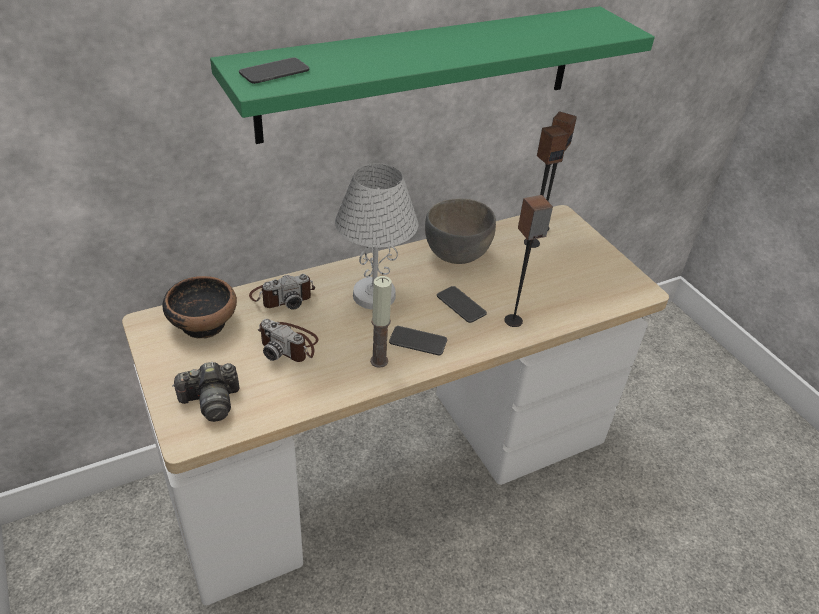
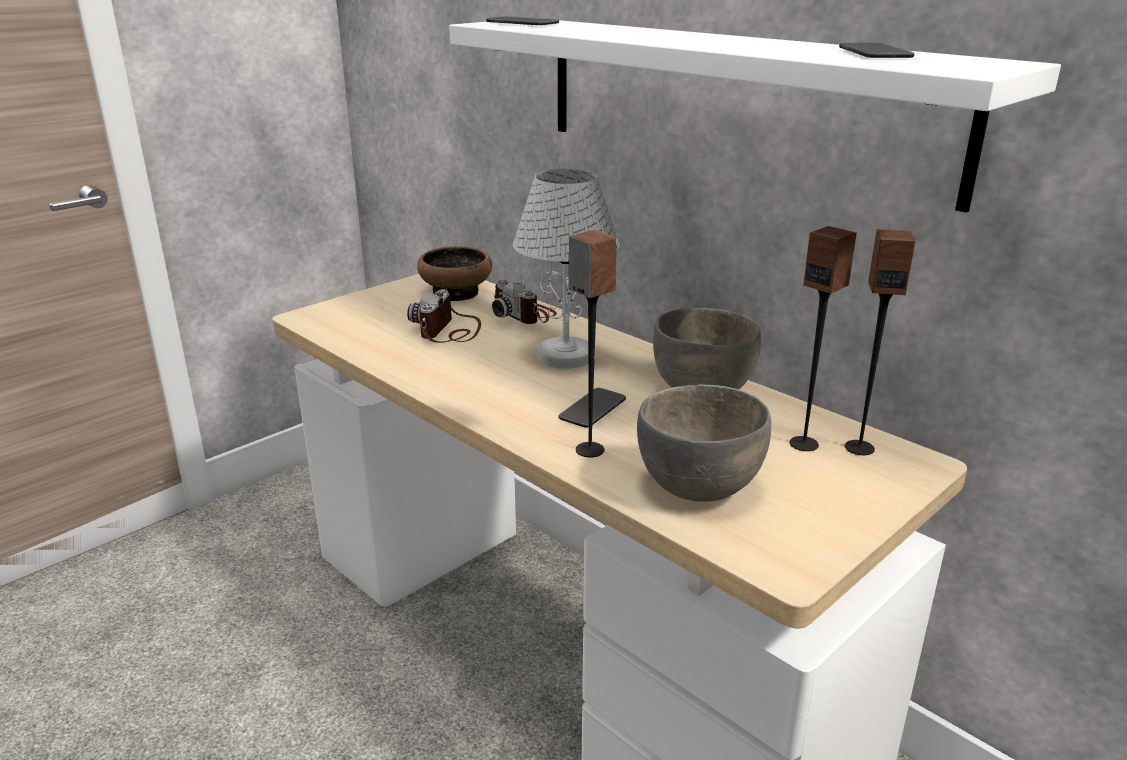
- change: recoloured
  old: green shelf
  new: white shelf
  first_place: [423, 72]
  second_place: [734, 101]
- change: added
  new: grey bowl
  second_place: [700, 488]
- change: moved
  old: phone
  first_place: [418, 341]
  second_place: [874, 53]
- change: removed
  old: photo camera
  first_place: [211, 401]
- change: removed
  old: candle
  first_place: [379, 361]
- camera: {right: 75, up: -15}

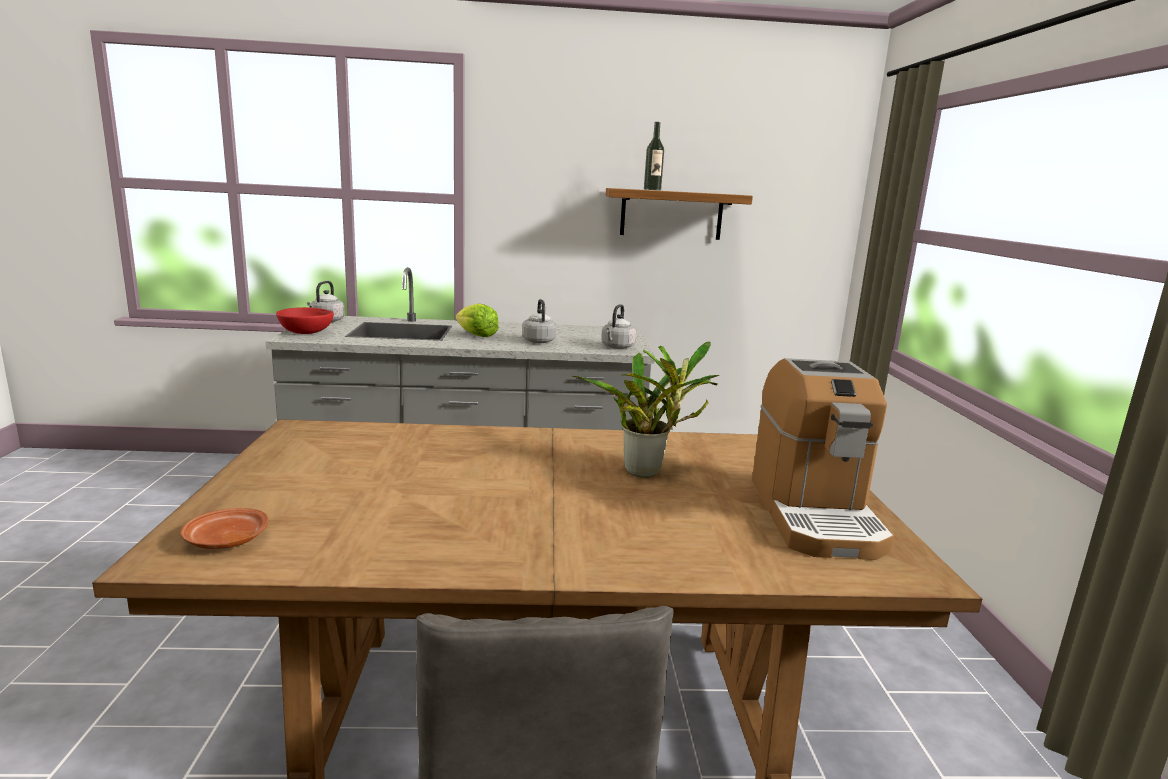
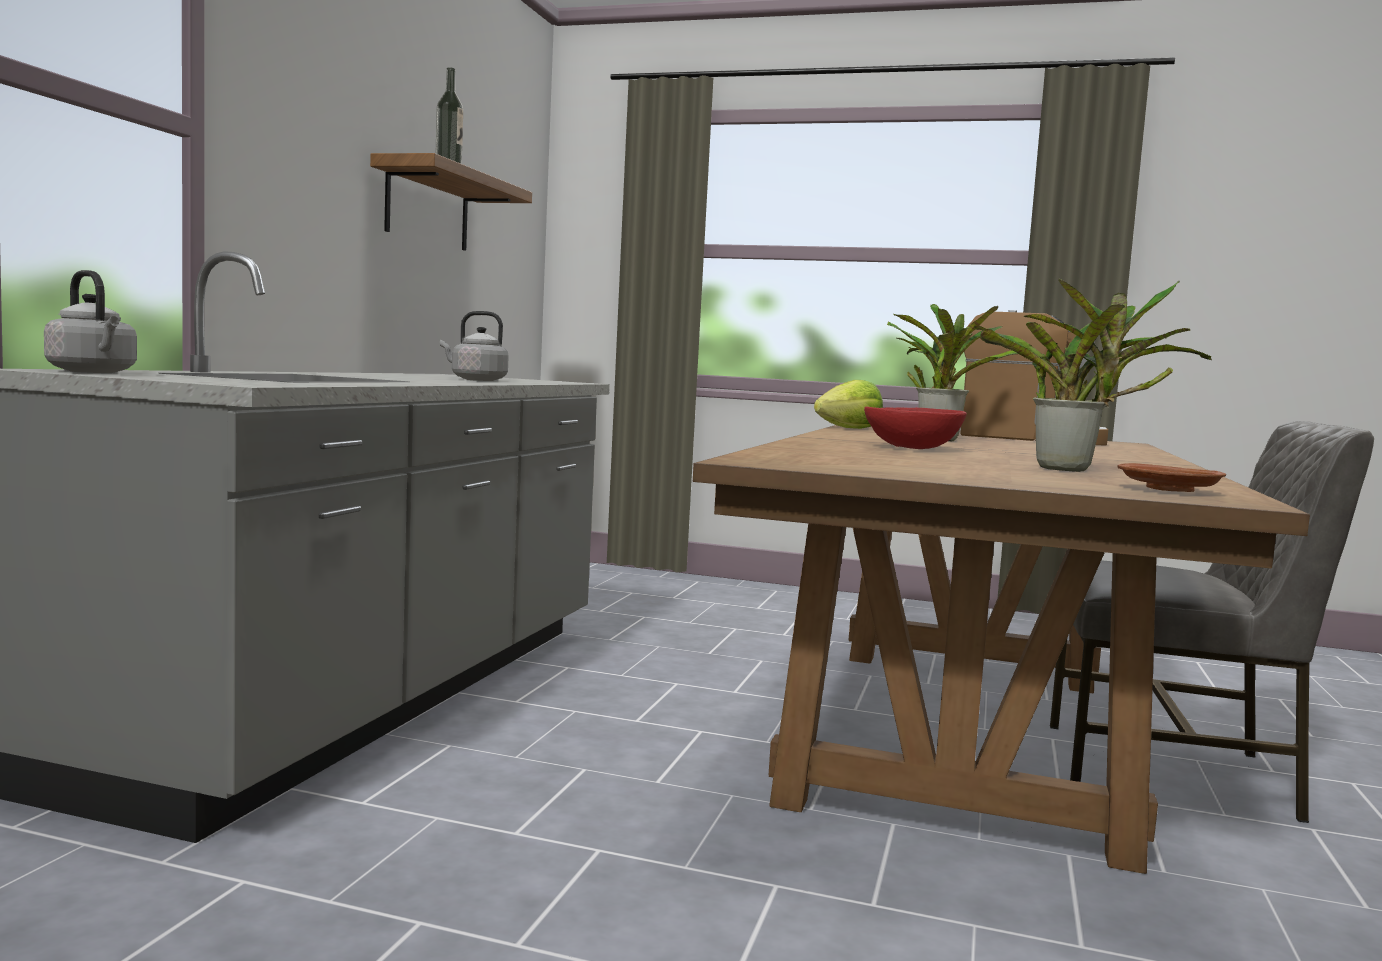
- change: moved
  old: lettuce
  first_place: [476, 335]
  second_place: [849, 428]
- change: moved
  old: red bowl
  first_place: [307, 332]
  second_place: [911, 448]
- change: added
  new: potted plant
  second_place: [1071, 470]
- change: removed
  old: grey kettle
  first_place: [617, 347]
- camera: {right: -70, up: -10}

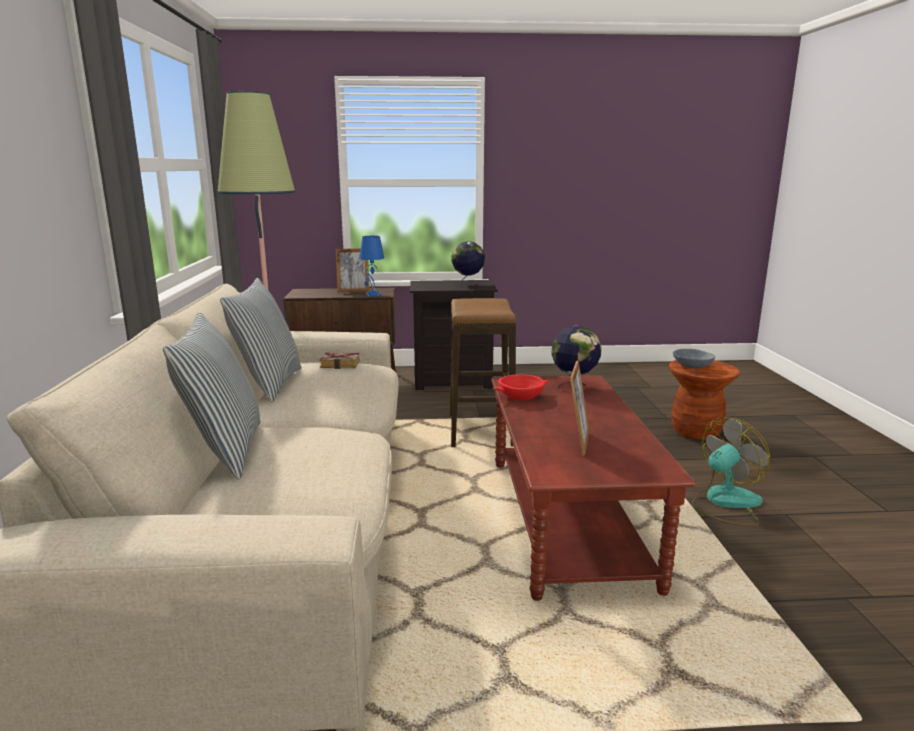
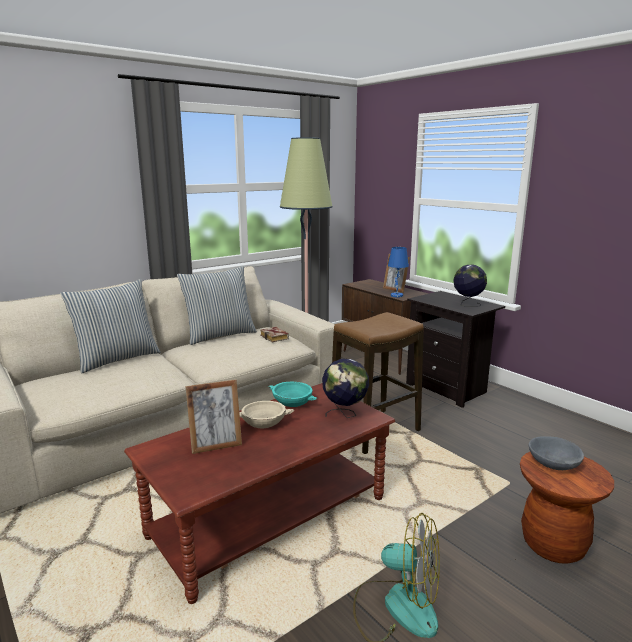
- change: added
  new: beige bowl
  second_place: [263, 423]
- change: recoloured
  old: red bowl
  new: turquoise bowl
  first_place: [520, 396]
  second_place: [293, 402]
- camera: {right: 55, up: 0}

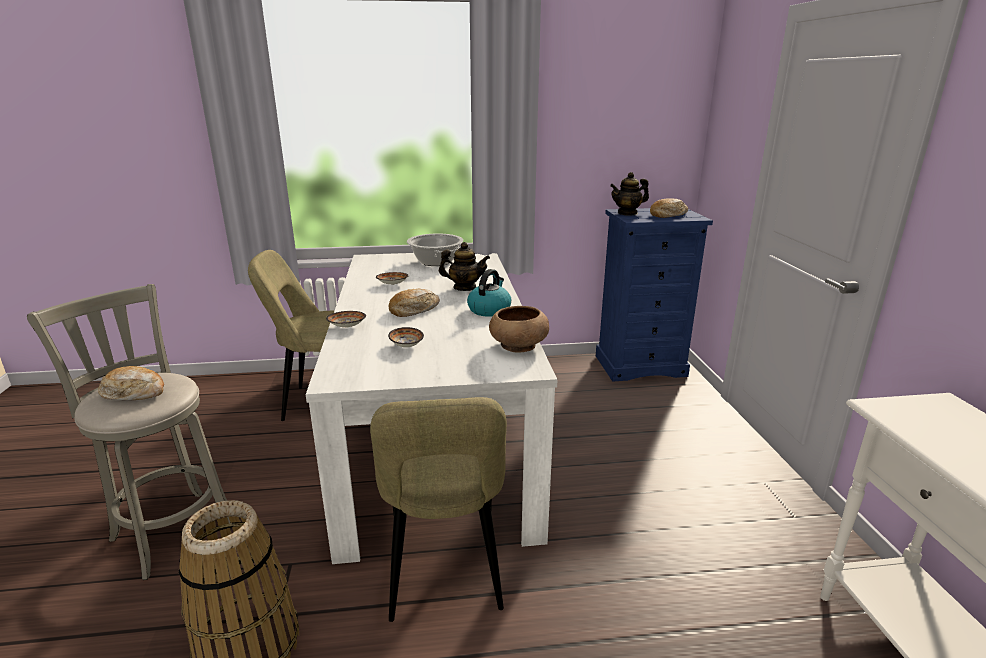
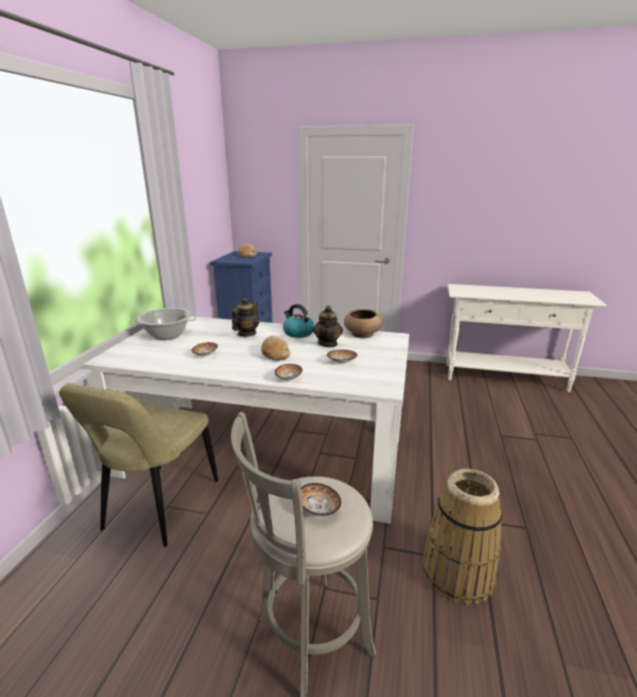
- change: replaced
  old: bread
  new: bowl
  first_place: [134, 393]
  second_place: [318, 508]
- change: moved
  old: teapot
  first_place: [627, 213]
  second_place: [328, 343]
- change: removed
  old: beige chair
  first_place: [444, 567]
- camera: {right: -70, up: 0}

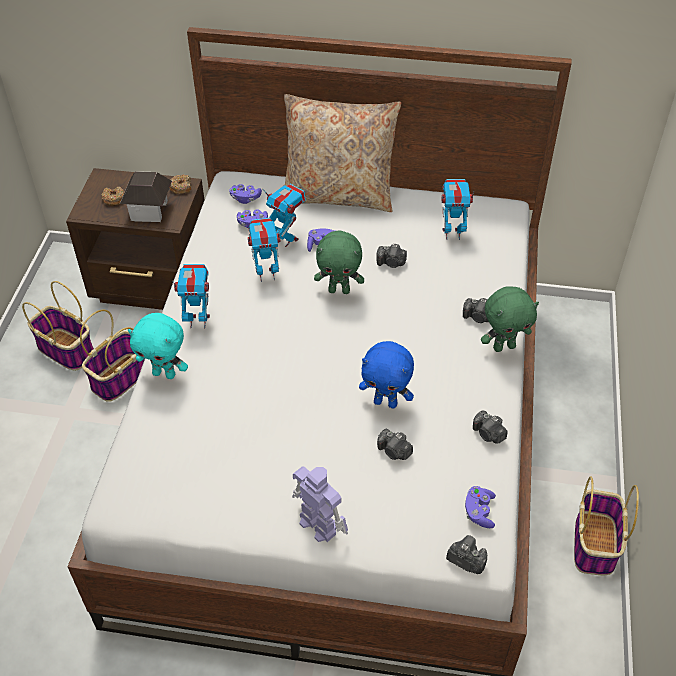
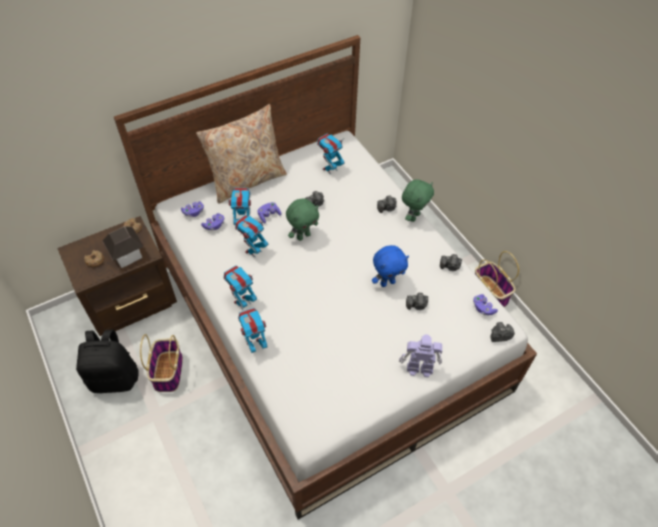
- change: replaced
  old: basket
  new: black backpack
  first_place: [67, 350]
  second_place: [115, 378]
- change: replaced
  old: turquoise plush toy
  new: toy robot
  first_place: [165, 373]
  second_place: [255, 345]
- camera: {right: -40, up: 5}

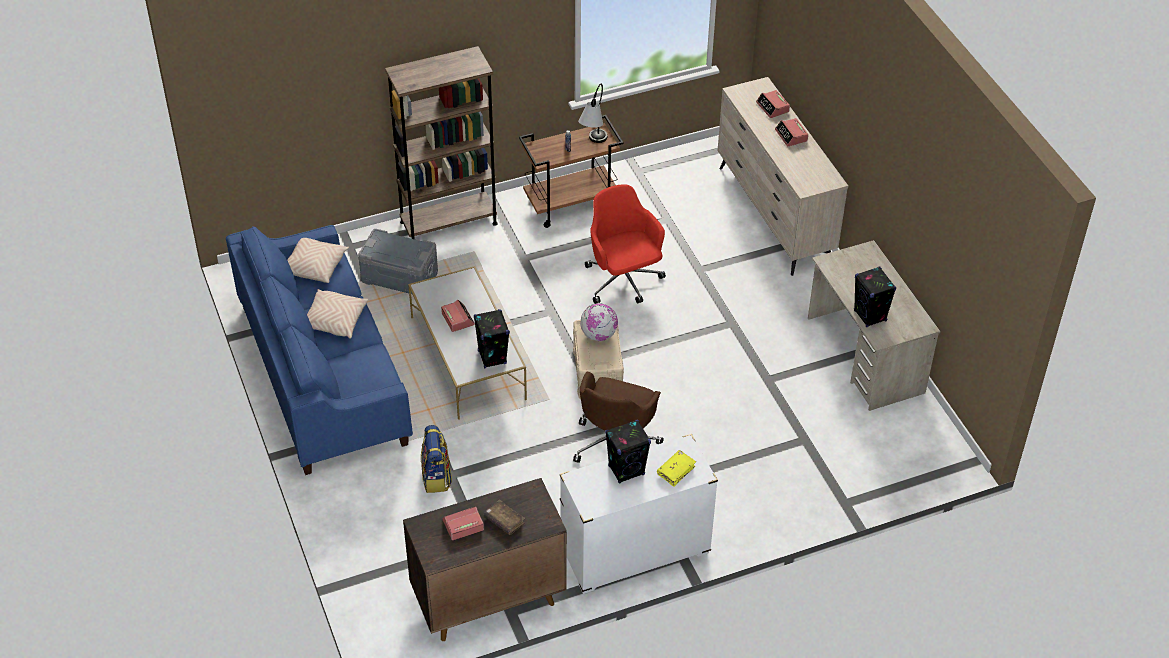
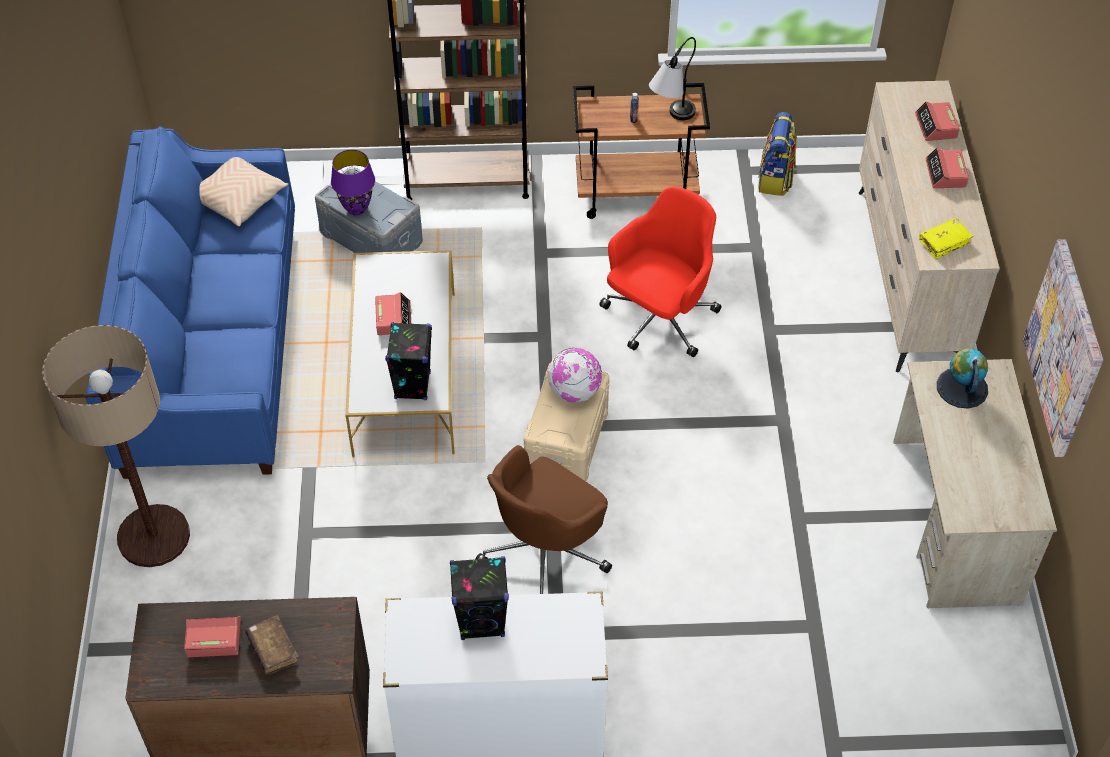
- change: added
  new: floor lamp
  second_place: [153, 536]
- change: added
  new: purple table lamp
  second_place: [356, 208]
- change: turned
  old: red office chair
  first_place: [623, 281]
  second_place: [659, 319]
  degrees: 45
- change: moved
  old: backpack
  first_place: [436, 477]
  second_place: [775, 179]
- change: moved
  old: yellow book
  first_place: [676, 471]
  second_place: [944, 242]
- change: added
  new: globe
  second_place: [961, 388]
- change: added
  new: picture
  second_place: [1065, 348]
- change: removed
  old: beige pillow
  first_place: [334, 320]
- change: removed
  old: black speaker
  first_place: [870, 316]
- camera: {right: 20, up: 5}

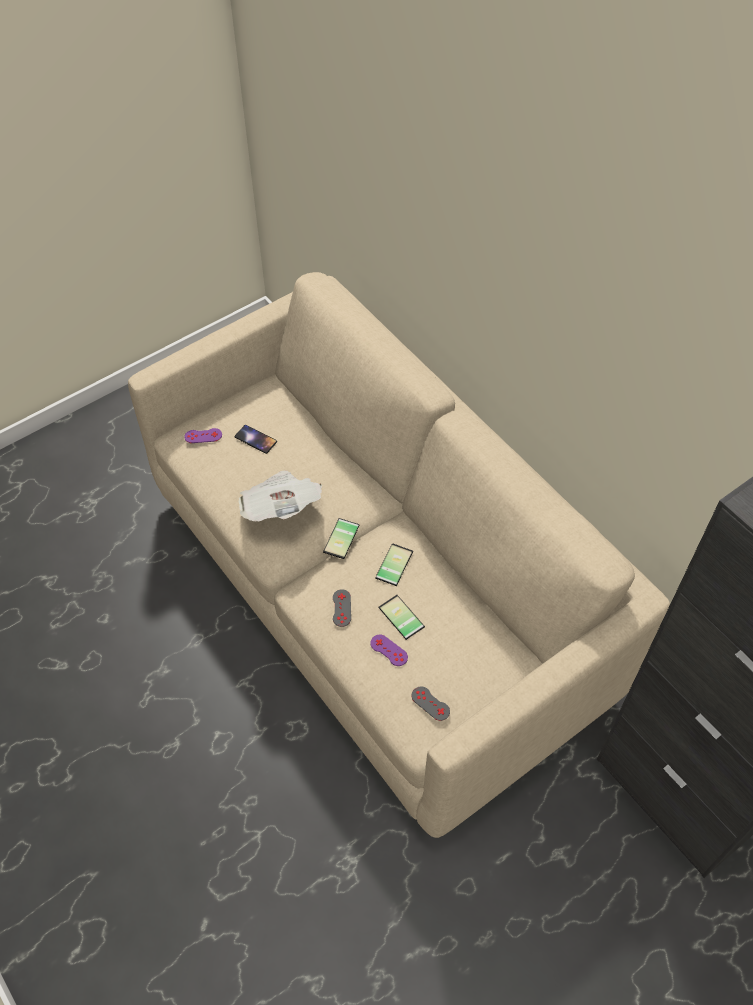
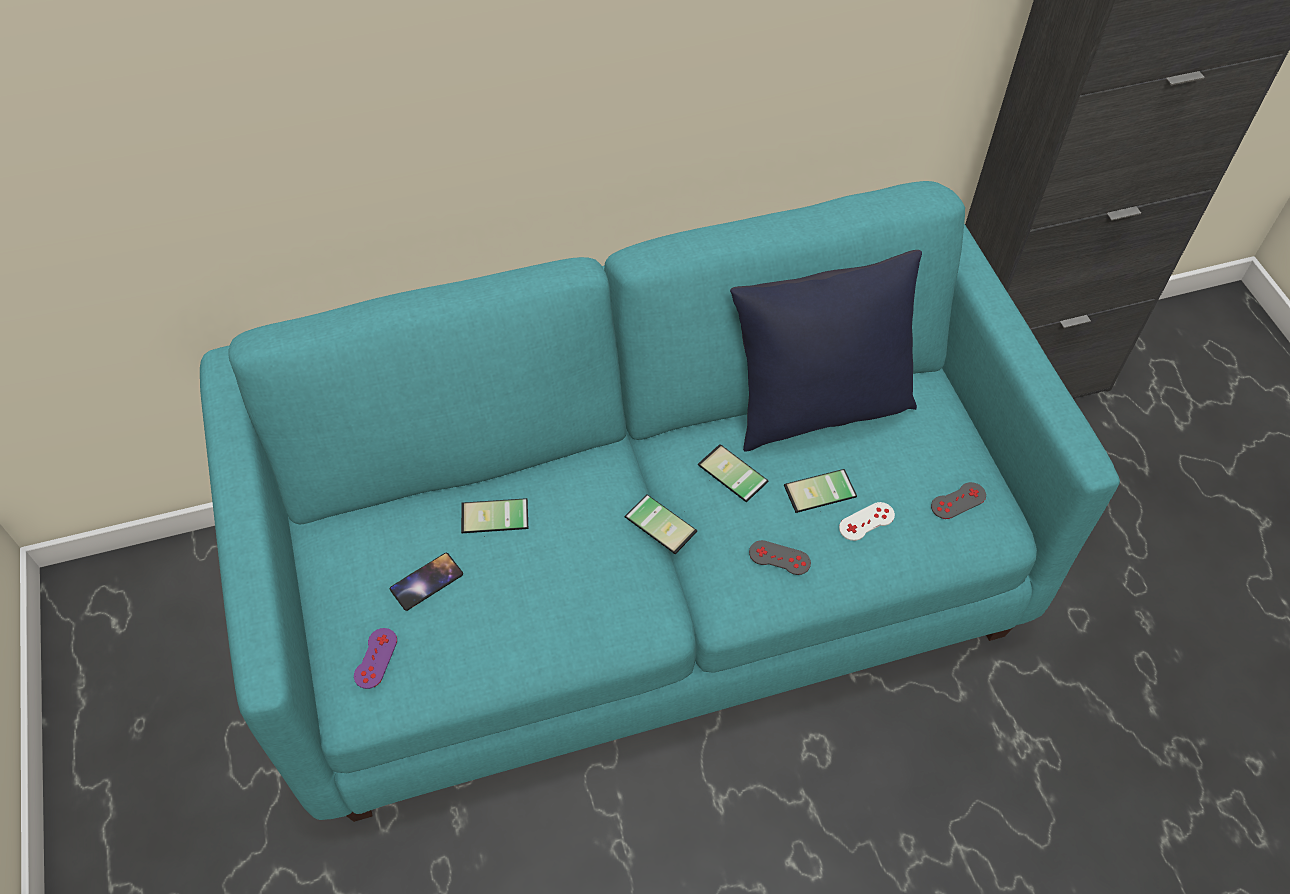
- change: recoloured
  old: beige sofa
  new: turquoise sofa
  first_place: [378, 595]
  second_place: [646, 580]
- change: added
  new: phone
  second_place: [494, 519]
- change: added
  new: blue pillow
  second_place: [817, 408]
- change: recoloured
  old: purple game controller
  new: white game controller
  first_place: [389, 650]
  second_place: [866, 521]
- change: removed
  old: newspaper
  first_place: [281, 508]
- camera: {right: -70, up: 0}

